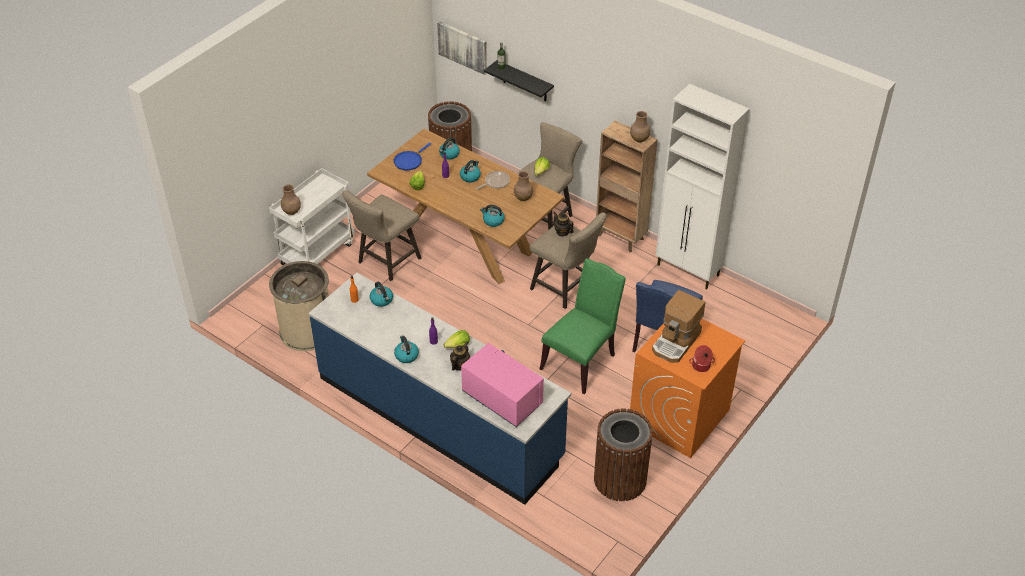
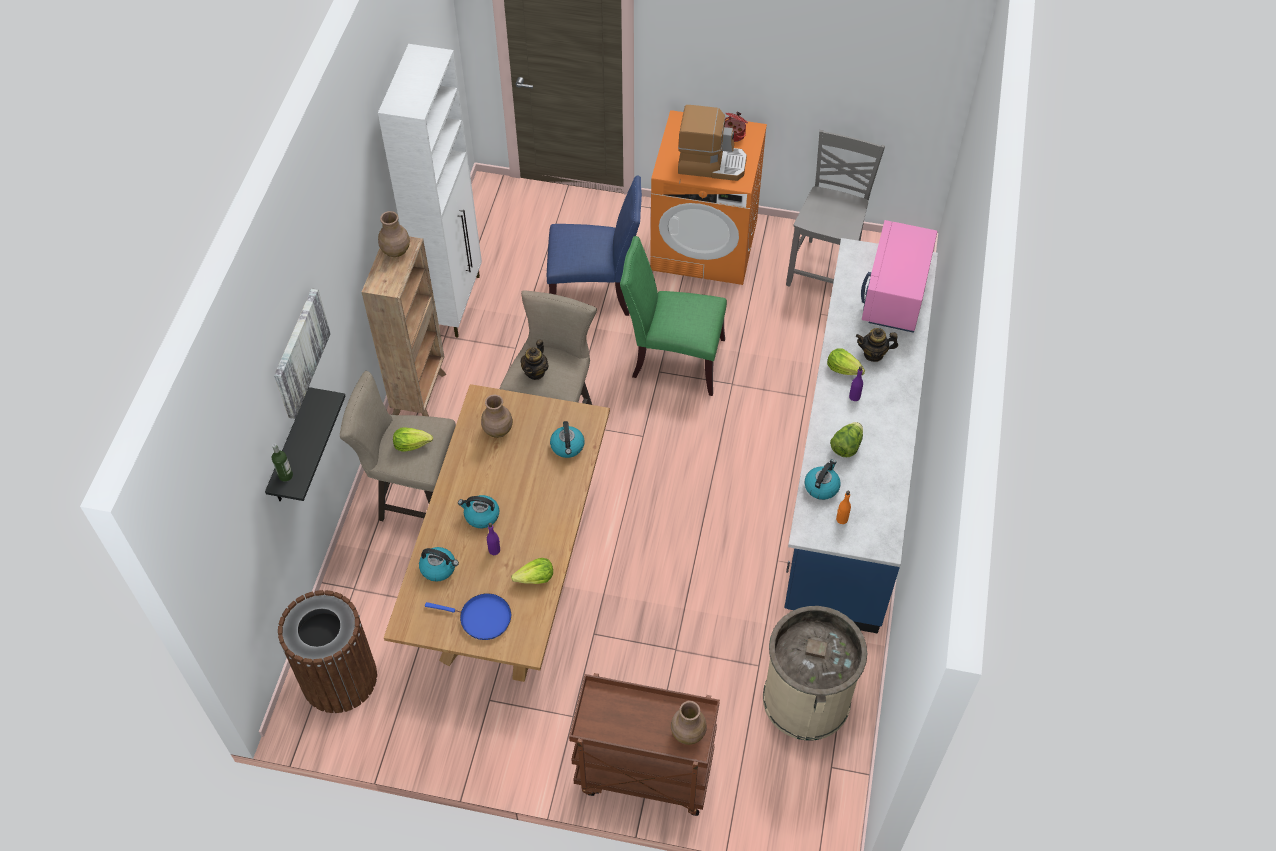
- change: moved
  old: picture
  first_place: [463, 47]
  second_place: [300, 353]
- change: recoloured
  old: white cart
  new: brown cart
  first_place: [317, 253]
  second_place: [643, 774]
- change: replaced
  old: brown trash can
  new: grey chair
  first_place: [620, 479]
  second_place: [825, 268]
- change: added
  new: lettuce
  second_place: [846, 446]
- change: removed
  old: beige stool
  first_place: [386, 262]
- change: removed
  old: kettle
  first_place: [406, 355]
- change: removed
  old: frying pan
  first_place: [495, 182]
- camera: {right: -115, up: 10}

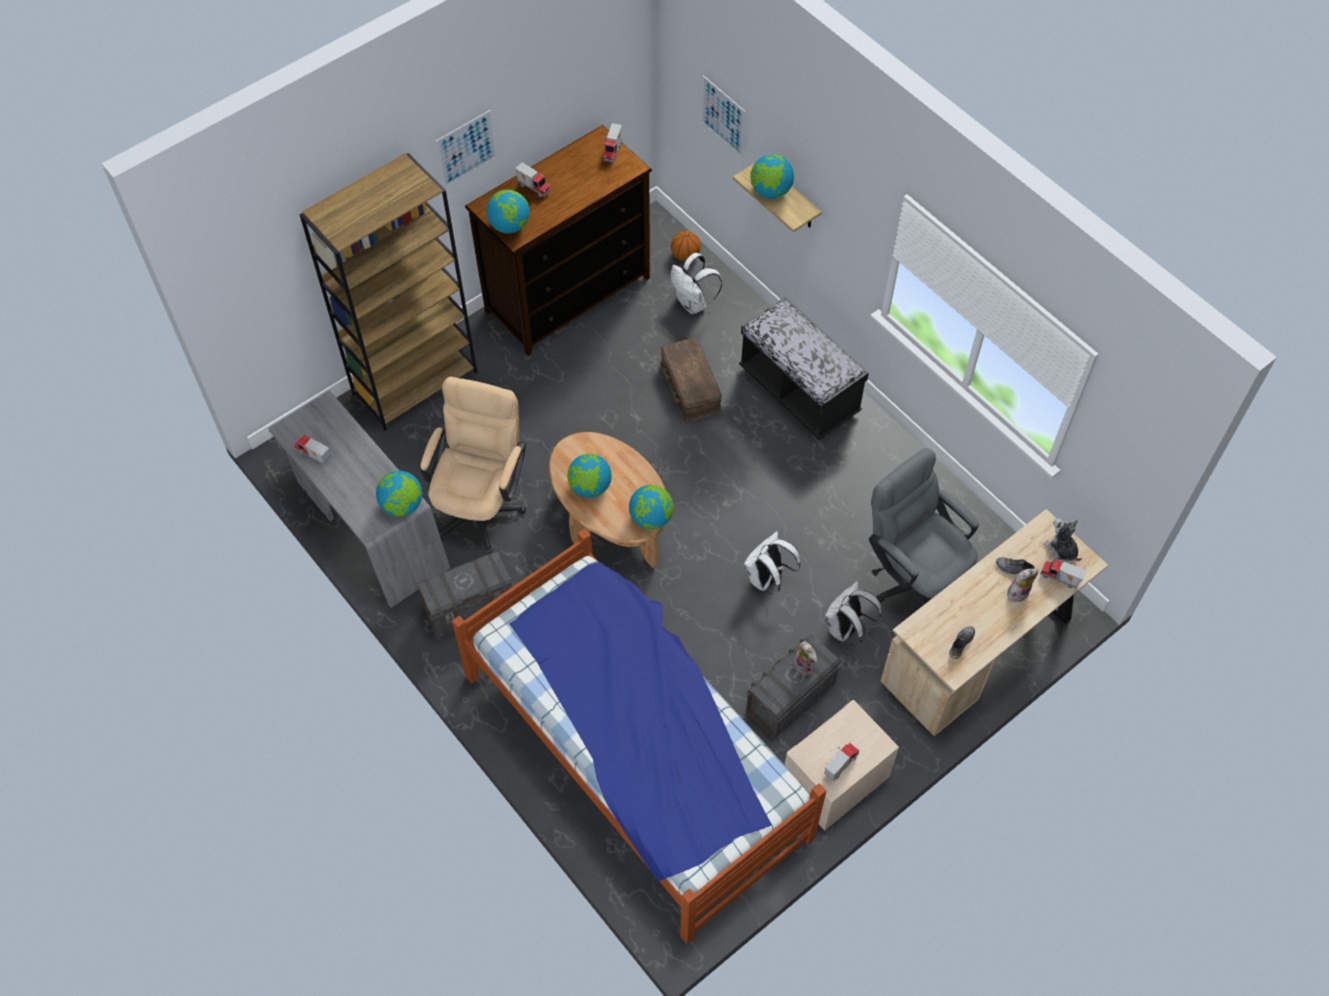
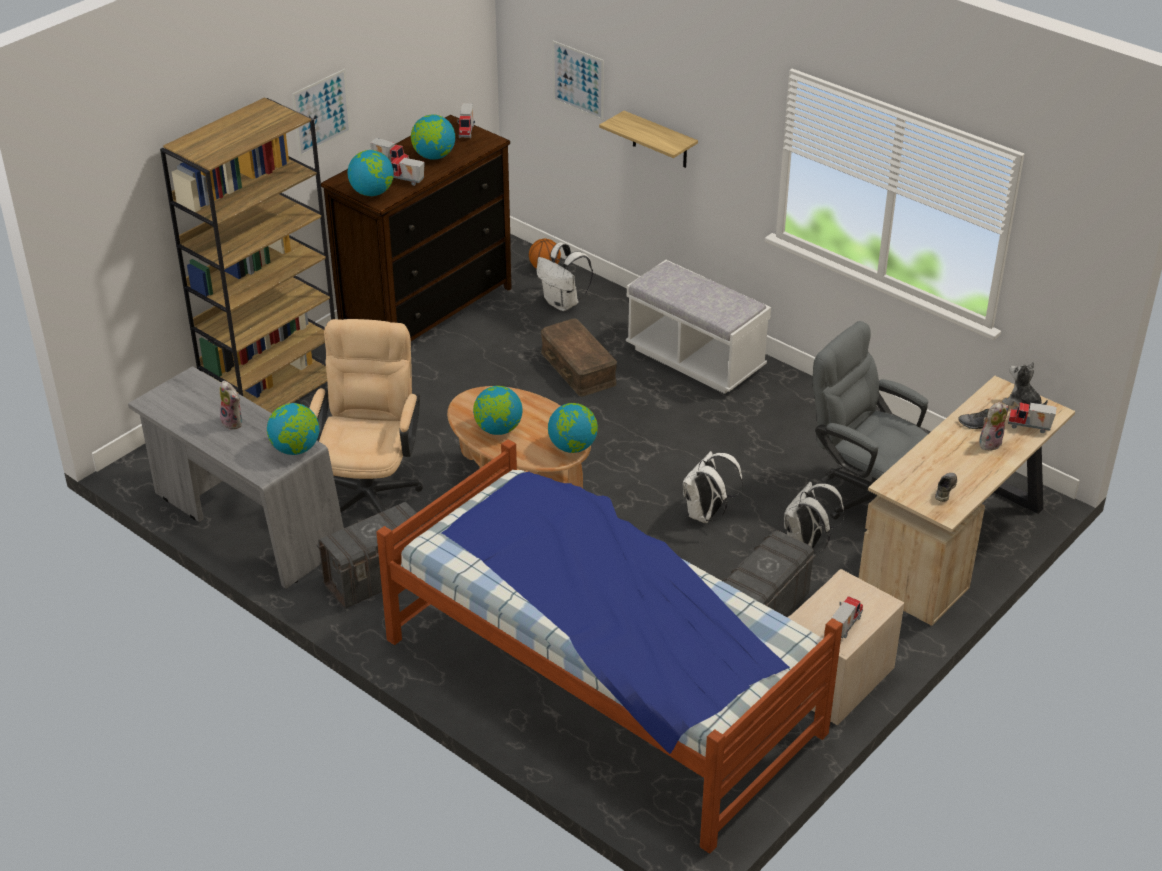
- change: moved
  old: plush toy
  first_place: [805, 665]
  second_place: [234, 422]
- change: moved
  old: toy truck
  first_place: [313, 456]
  second_place: [405, 180]
- change: moved
  old: globe
  first_place: [770, 191]
  second_place: [434, 156]
- change: recoloured
  old: black bench
  new: white bench
  first_place: [799, 391]
  second_place: [695, 359]
- camera: {right: -10, up: -20}

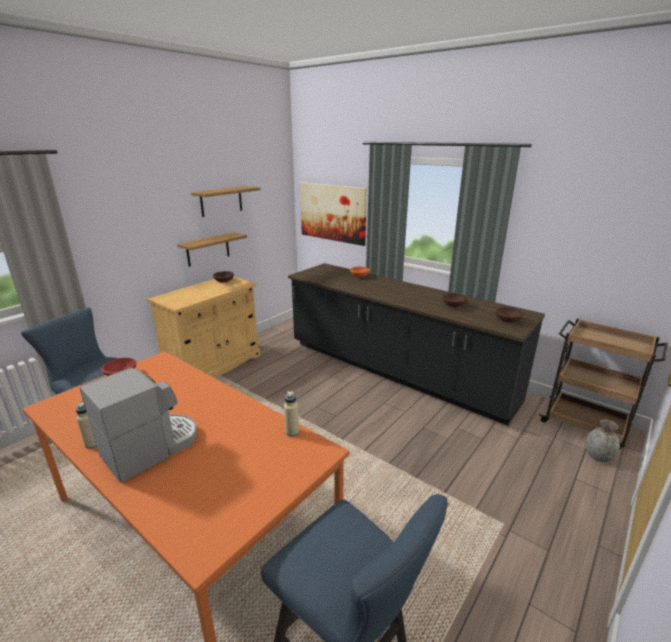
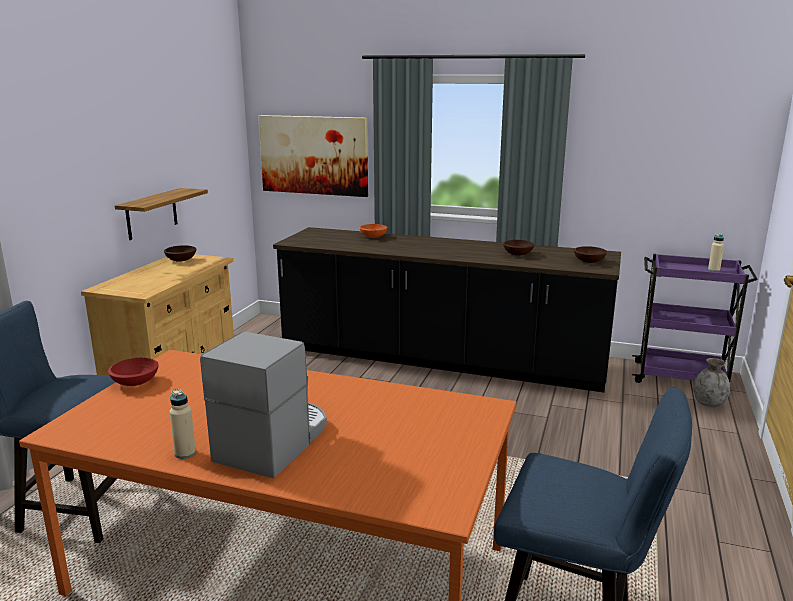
- change: recoloured
  old: brown cart
  new: purple cart
  first_place: [586, 425]
  second_place: [681, 377]
- change: moved
  old: beige bottle
  first_place: [292, 432]
  second_place: [713, 270]
- change: removed
  old: shelf
  first_place: [221, 201]
- camera: {right: -20, up: -5}

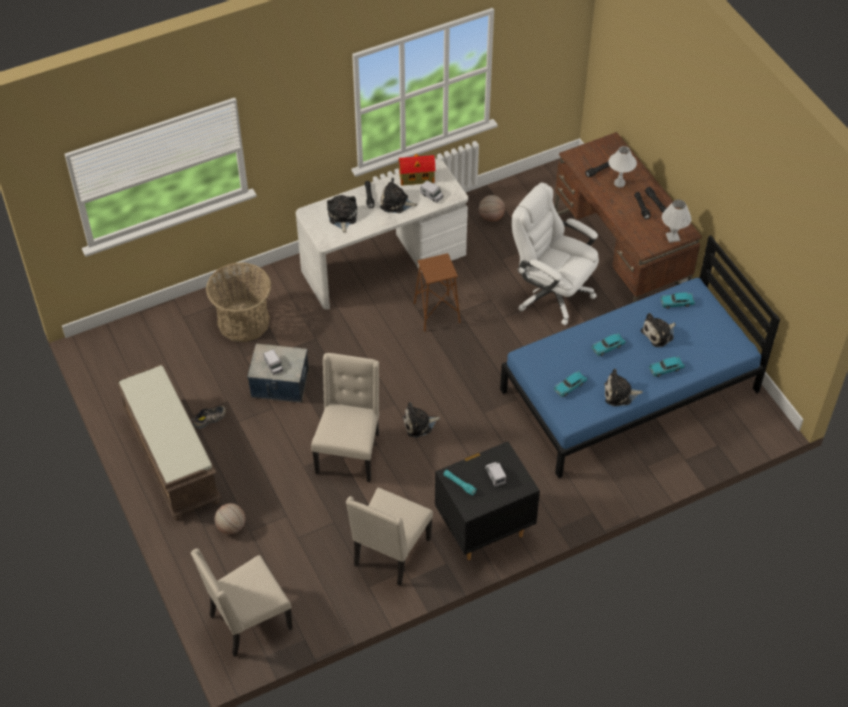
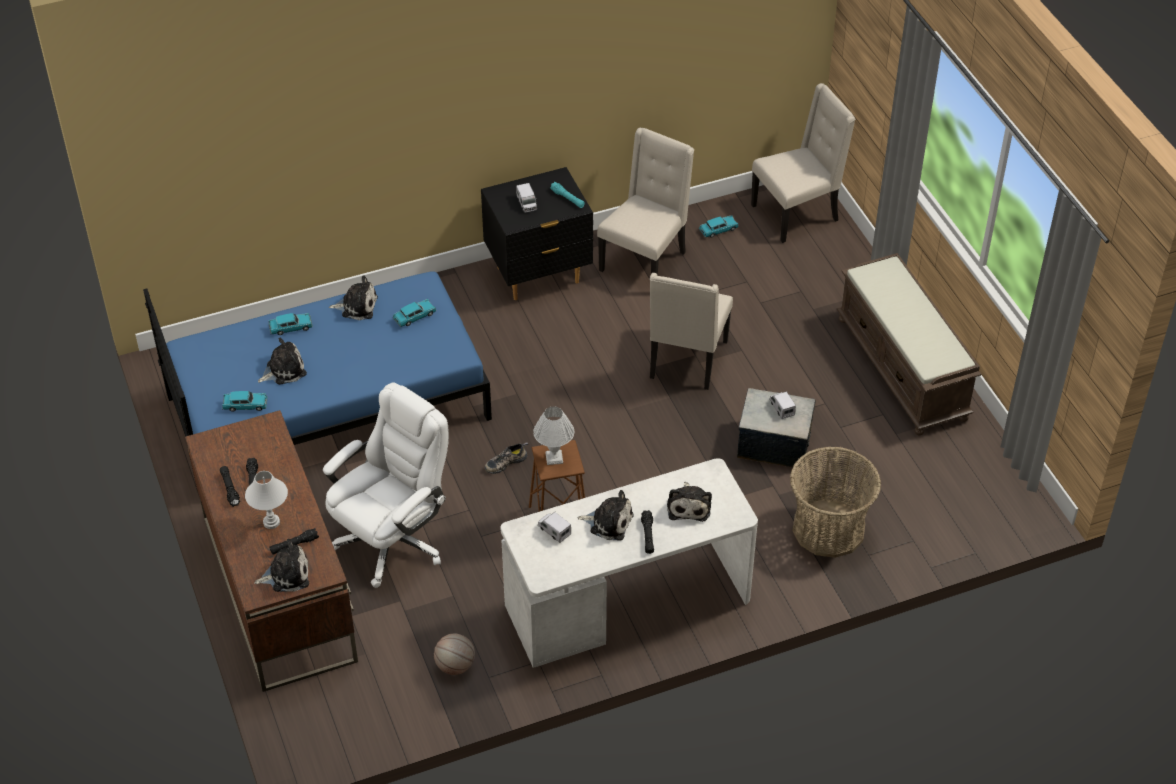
- change: moved
  old: plush toy
  first_place: [419, 424]
  second_place: [286, 574]
- change: turned
  old: white office chair
  first_place: [551, 293]
  second_place: [393, 540]
  degrees: -90
- change: moved
  old: shoe
  first_place: [209, 419]
  second_place: [506, 462]
- change: moved
  old: white table lamp
  first_place: [672, 237]
  second_place: [554, 458]
- change: moved
  old: turquoise toy car
  first_place: [608, 347]
  second_place: [718, 230]
- change: removed
  old: basketball
  first_place: [231, 527]
- change: removed
  old: toy house
  first_place: [416, 178]
- camera: {right: -175, up: -5}

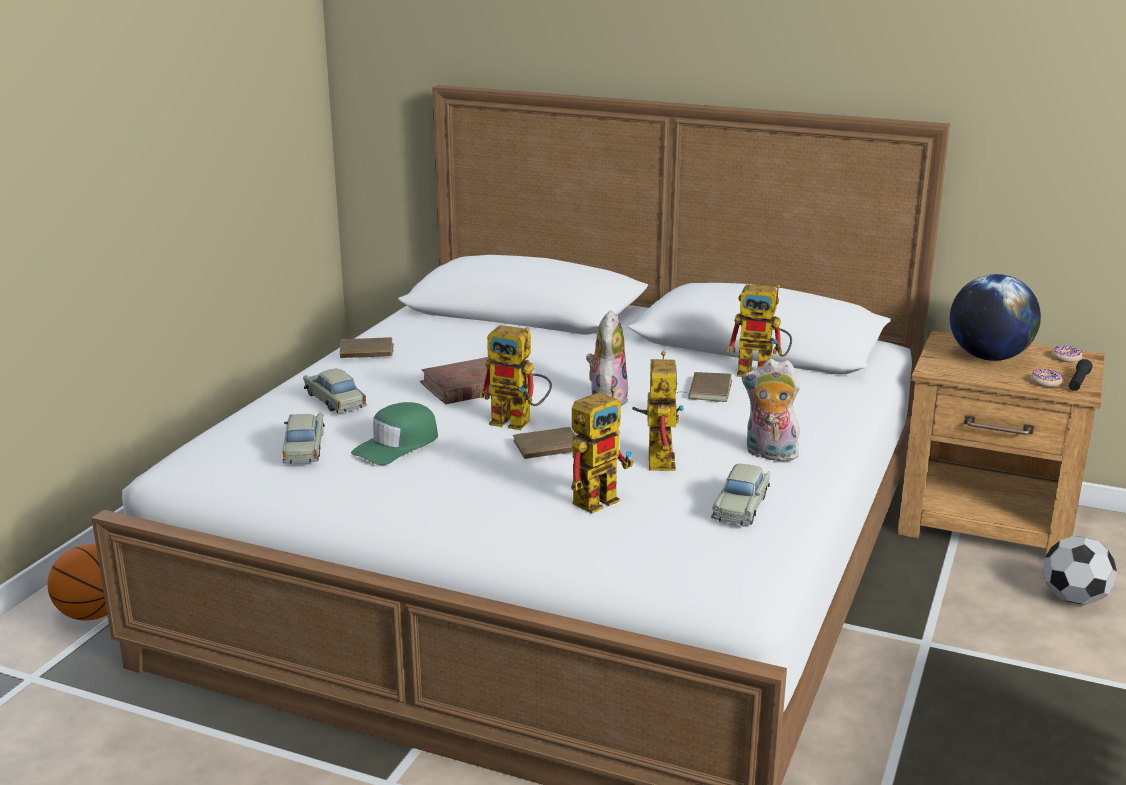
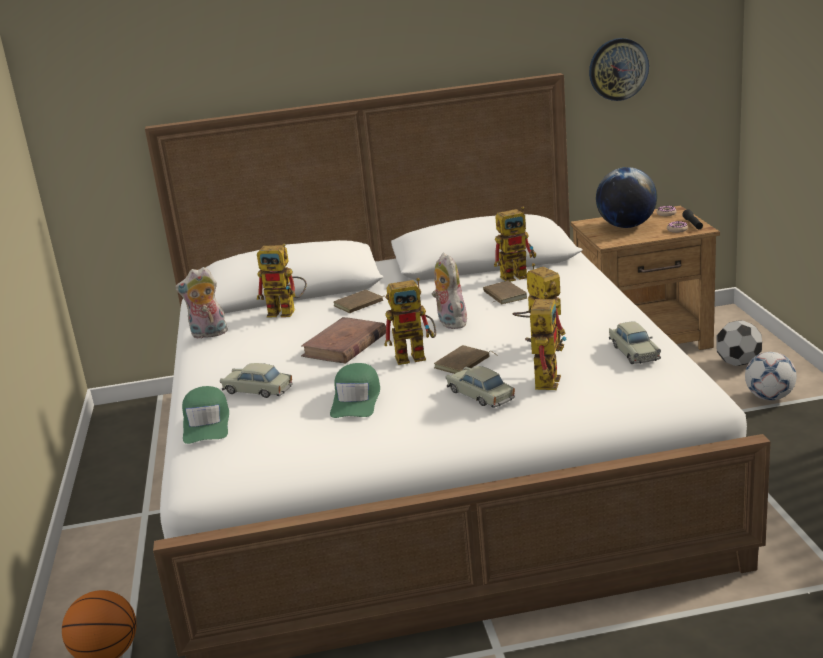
- change: moved
  old: plush toy
  first_place: [769, 454]
  second_place: [208, 334]
- change: added
  new: green cap
  second_place: [207, 424]
- change: added
  new: toy robot
  second_place: [288, 312]
- change: moved
  old: brown book
  first_place: [366, 352]
  second_place: [359, 304]
- change: moved
  old: beige toy car
  first_place: [303, 448]
  second_place: [480, 395]
- change: added
  new: wall clock
  second_place: [618, 69]
- change: added
  new: football
  second_place: [769, 397]
- camera: {right: -30, up: 0}

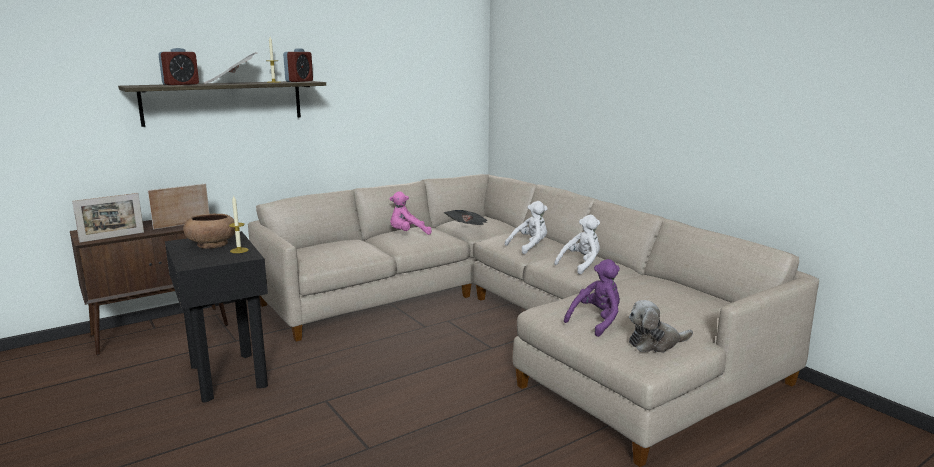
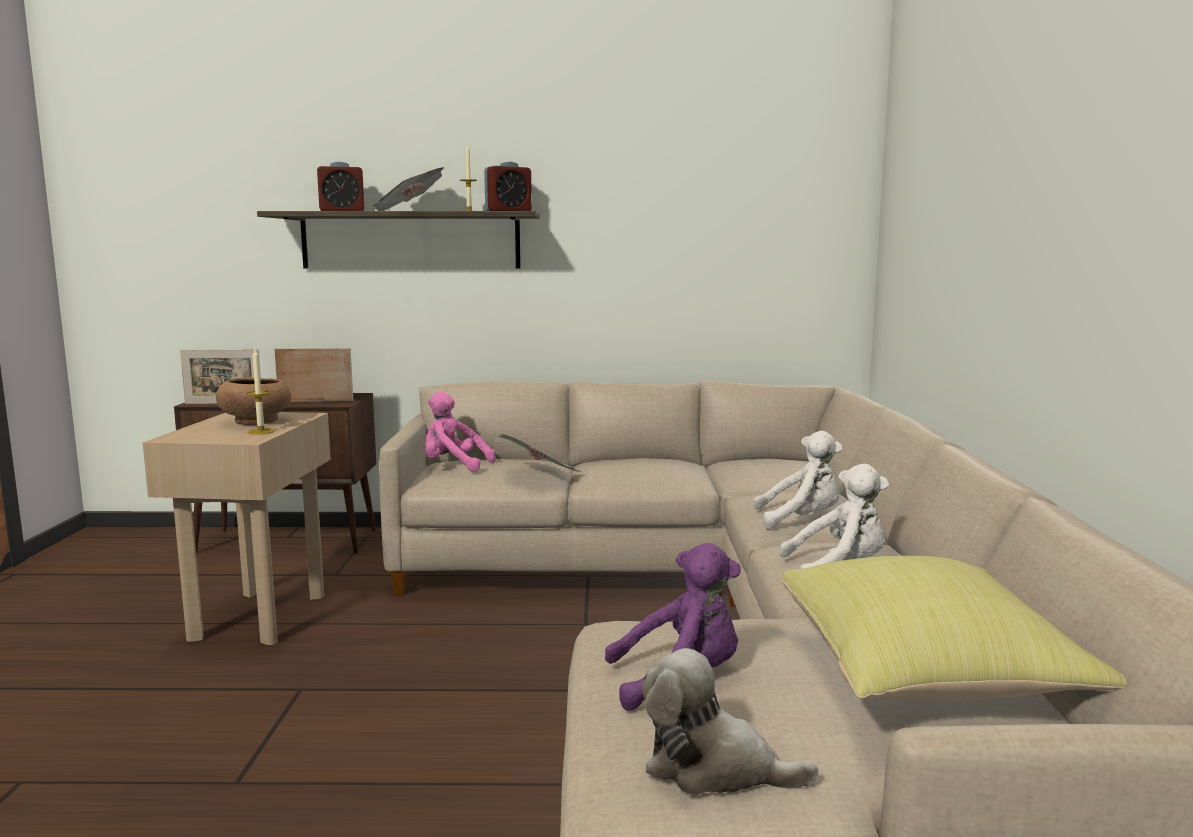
- change: recoloured
  old: black side table
  new: beige side table
  first_place: [227, 376]
  second_place: [257, 617]
- change: moved
  old: pink plush toy
  first_place: [408, 234]
  second_place: [453, 466]
- change: moved
  old: newspaper
  first_place: [467, 229]
  second_place: [540, 475]
- change: added
  new: yellow pillow
  second_place: [928, 678]
- camera: {right: 35, up: -5}

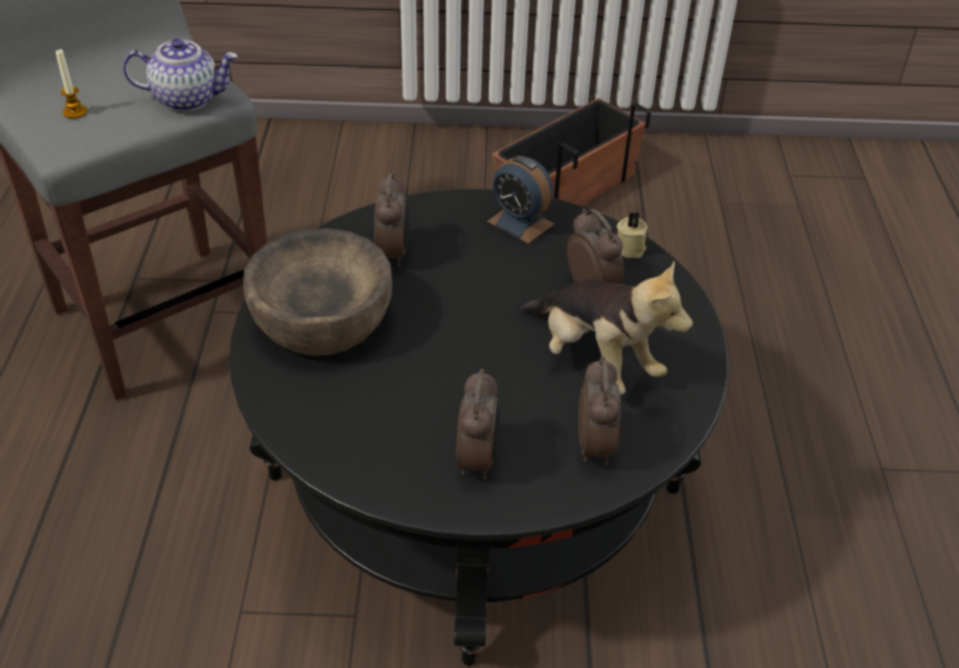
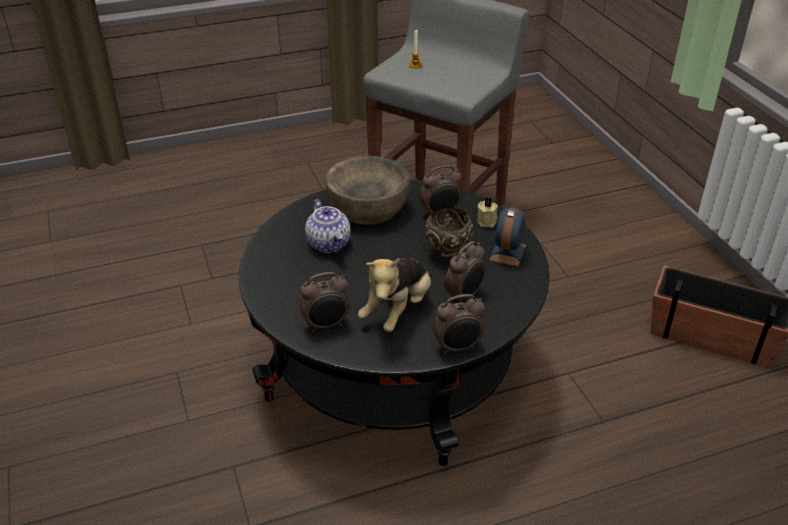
- change: moved
  old: teapot
  first_place: [187, 99]
  second_place: [329, 244]
- change: added
  new: brown bowl
  second_place: [447, 253]
- change: moved
  old: alarm clock
  first_place: [478, 459]
  second_place: [458, 348]
- change: moved
  old: beige candle
  first_place: [628, 248]
  second_place: [487, 221]
- camera: {right: 70, up: -5}

